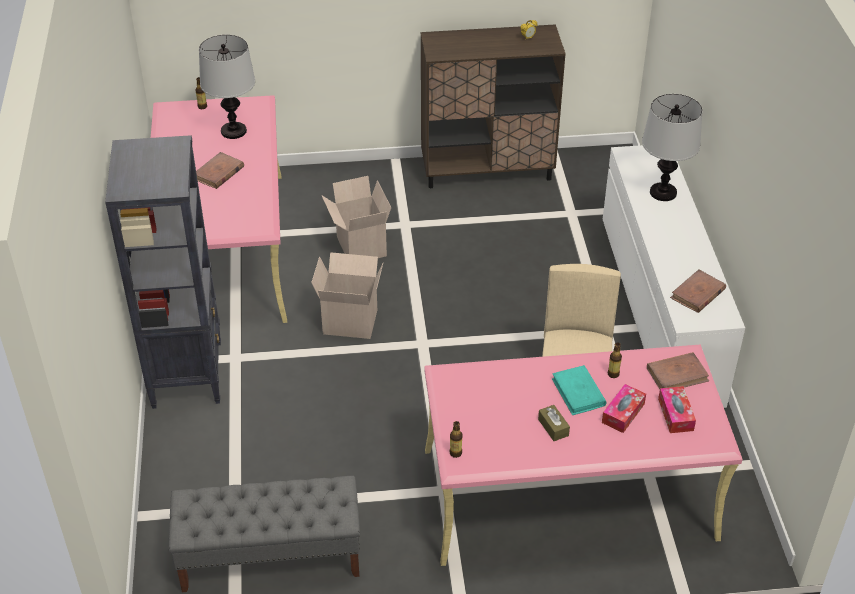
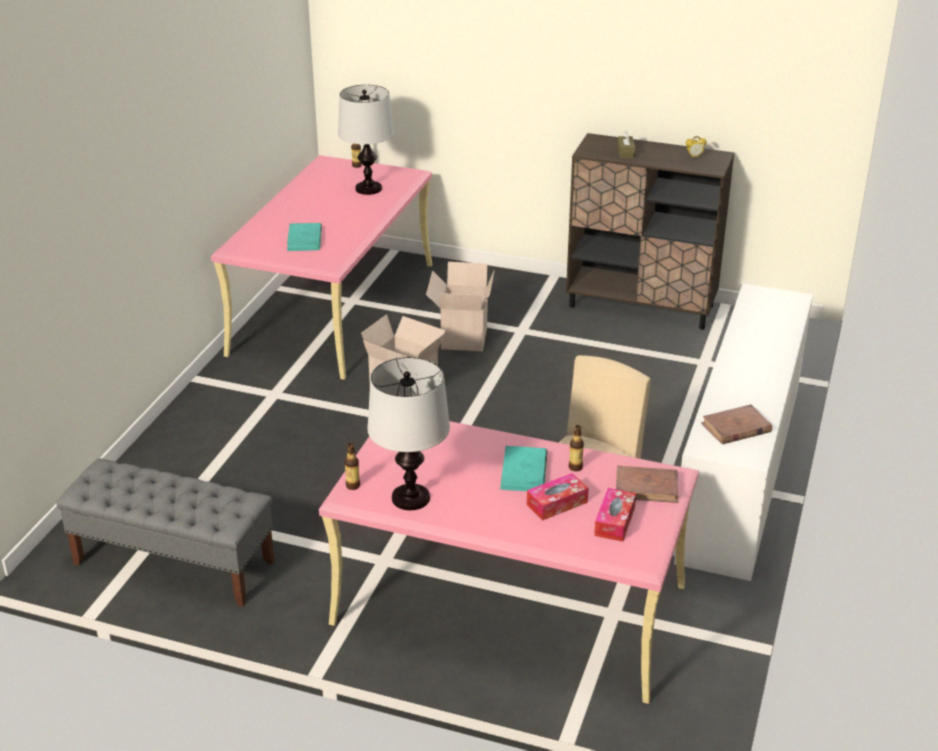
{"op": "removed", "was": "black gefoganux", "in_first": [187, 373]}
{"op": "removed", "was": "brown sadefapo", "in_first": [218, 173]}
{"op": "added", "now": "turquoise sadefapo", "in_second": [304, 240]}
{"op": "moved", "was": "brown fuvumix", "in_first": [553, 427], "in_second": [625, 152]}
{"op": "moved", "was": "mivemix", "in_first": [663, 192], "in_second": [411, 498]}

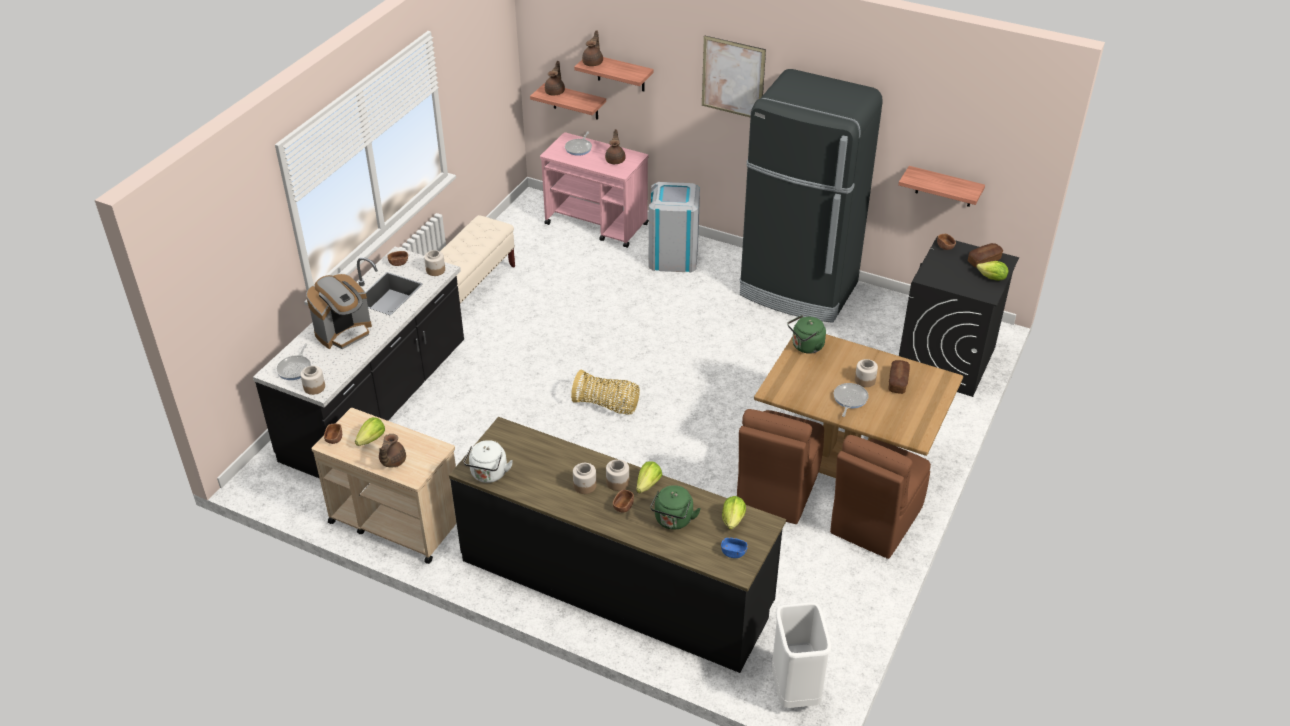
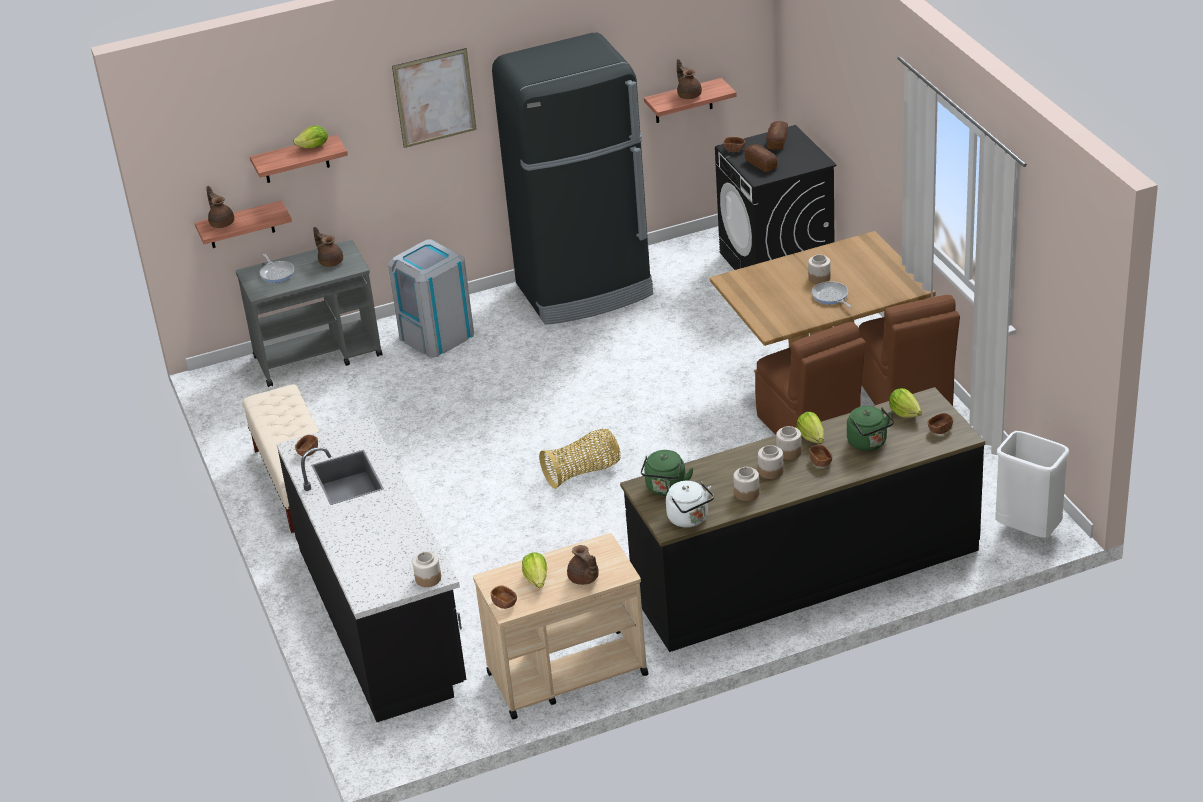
{"op": "removed", "was": "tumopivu", "in_first": [295, 368]}
{"op": "removed", "was": "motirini", "in_first": [344, 332]}
{"op": "moved", "was": "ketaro", "in_first": [436, 270], "in_second": [746, 493]}
{"op": "moved", "was": "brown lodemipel", "in_first": [593, 62], "in_second": [689, 94]}
{"op": "moved", "was": "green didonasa", "in_first": [806, 347], "in_second": [665, 488]}
{"op": "moved", "was": "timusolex", "in_first": [897, 382], "in_second": [761, 164]}
{"op": "moved", "was": "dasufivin", "in_first": [992, 278], "in_second": [314, 147]}
{"op": "recoloured", "was": "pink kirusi", "now": "grey kirusi", "in_first": [597, 224], "in_second": [319, 356]}
{"op": "recoloured", "was": "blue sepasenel", "now": "brown sepasenel", "in_first": [733, 552], "in_second": [940, 429]}

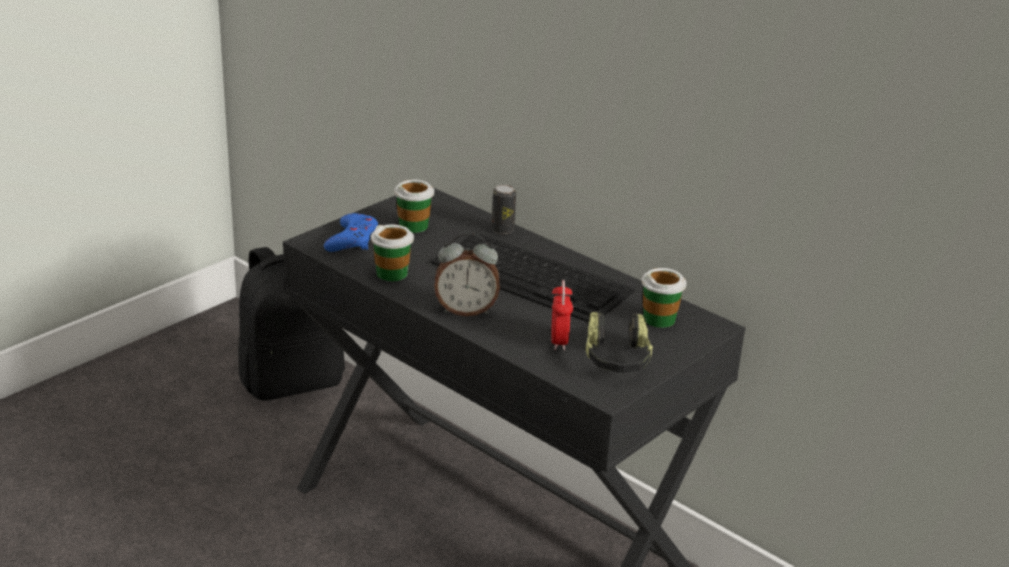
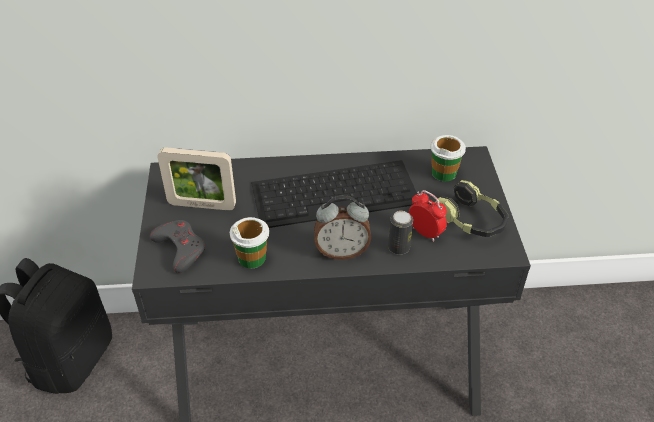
{"op": "moved", "was": "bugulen", "in_first": [502, 229], "in_second": [398, 247]}
{"op": "replaced", "was": "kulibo", "now": "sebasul", "in_first": [413, 226], "in_second": [202, 205]}
{"op": "recoloured", "was": "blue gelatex", "now": "grey gelatex", "in_first": [352, 239], "in_second": [180, 248]}
{"op": "turned", "was": "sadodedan", "in_first": [466, 310], "in_second": [341, 251], "clockwise": 45}

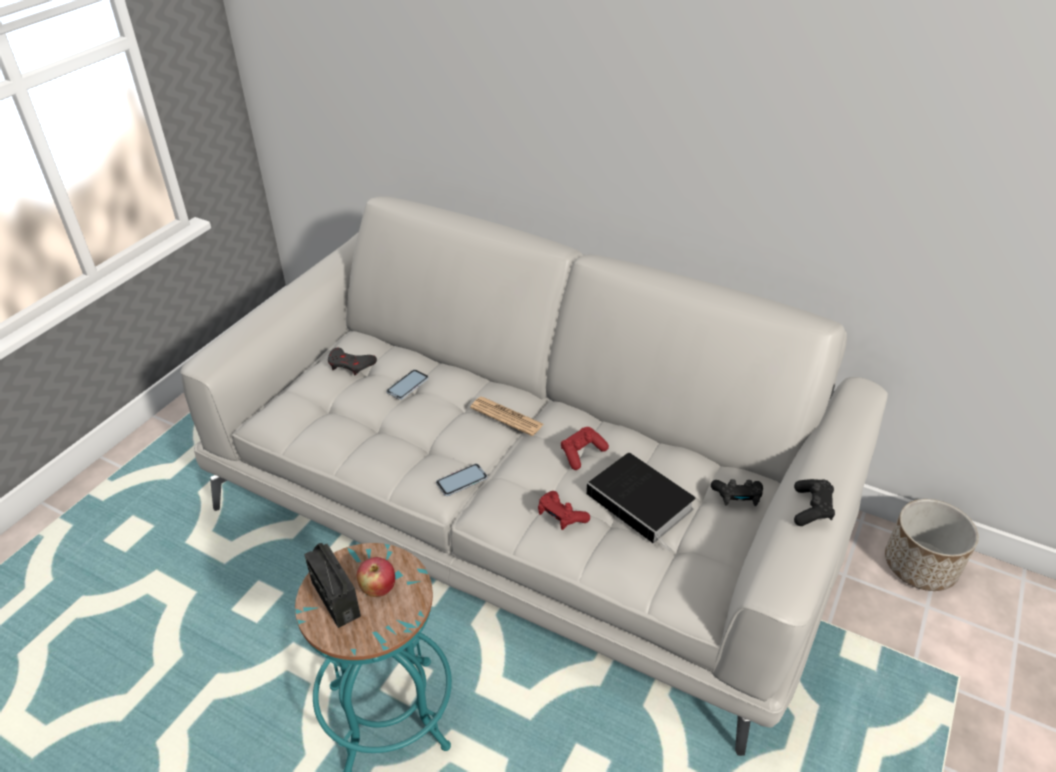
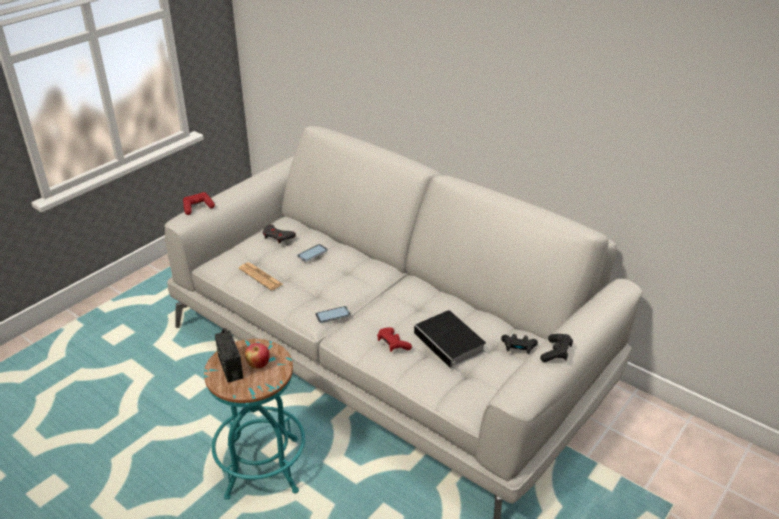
{"op": "removed", "was": "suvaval", "in_first": [920, 565]}
{"op": "moved", "was": "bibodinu", "in_first": [506, 416], "in_second": [260, 277]}
{"op": "moved", "was": "red gelatex", "in_first": [582, 453], "in_second": [198, 208]}

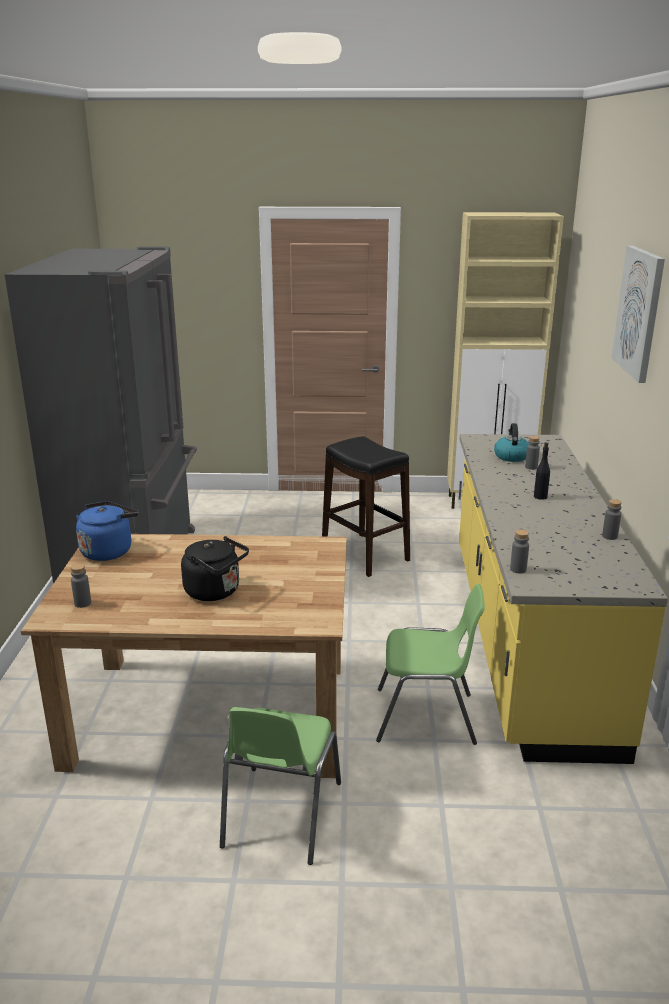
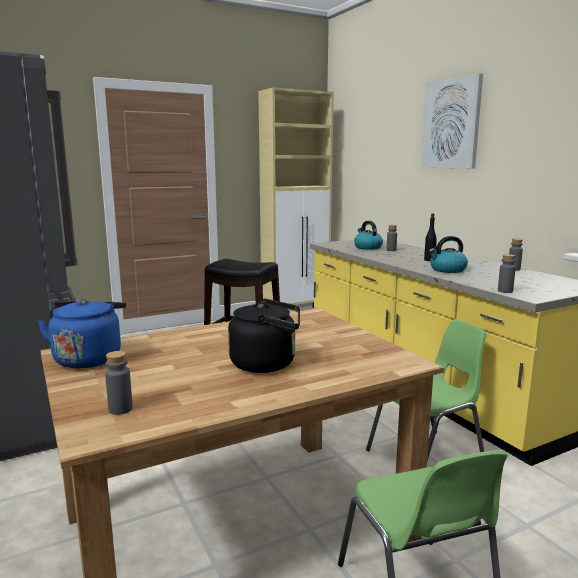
{"op": "added", "now": "didonasa", "in_second": [447, 270]}

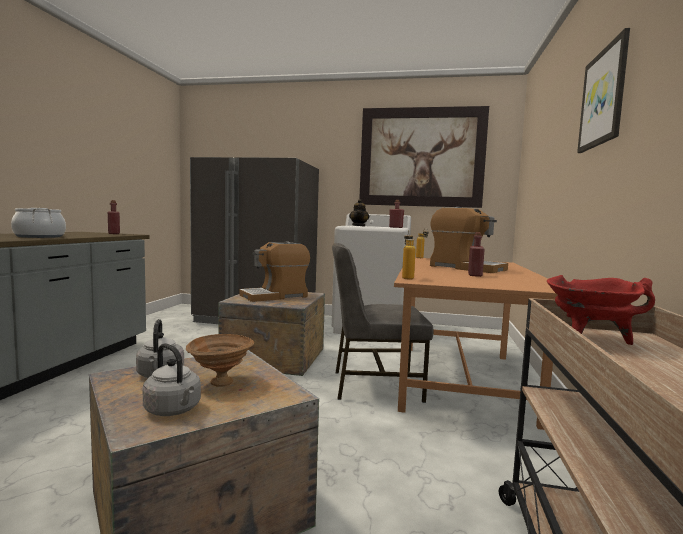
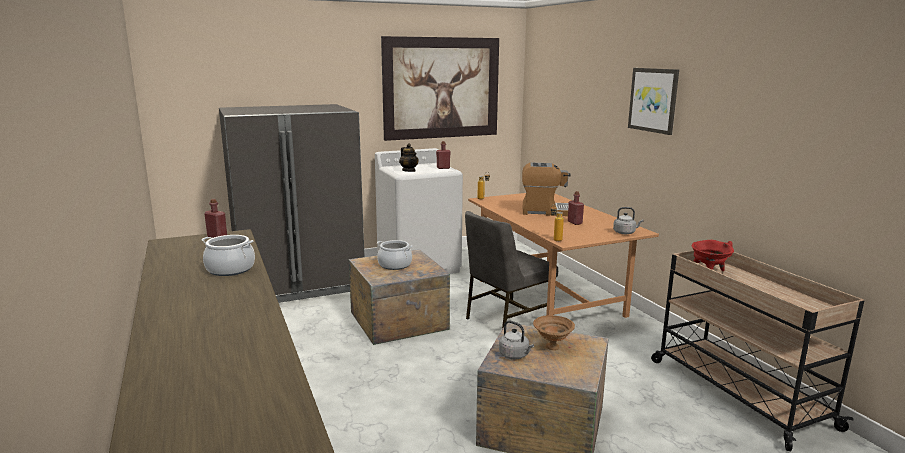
{"op": "moved", "was": "grey didonasa", "in_first": [174, 410], "in_second": [625, 233]}
{"op": "replaced", "was": "motirini", "now": "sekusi", "in_first": [275, 296], "in_second": [395, 265]}

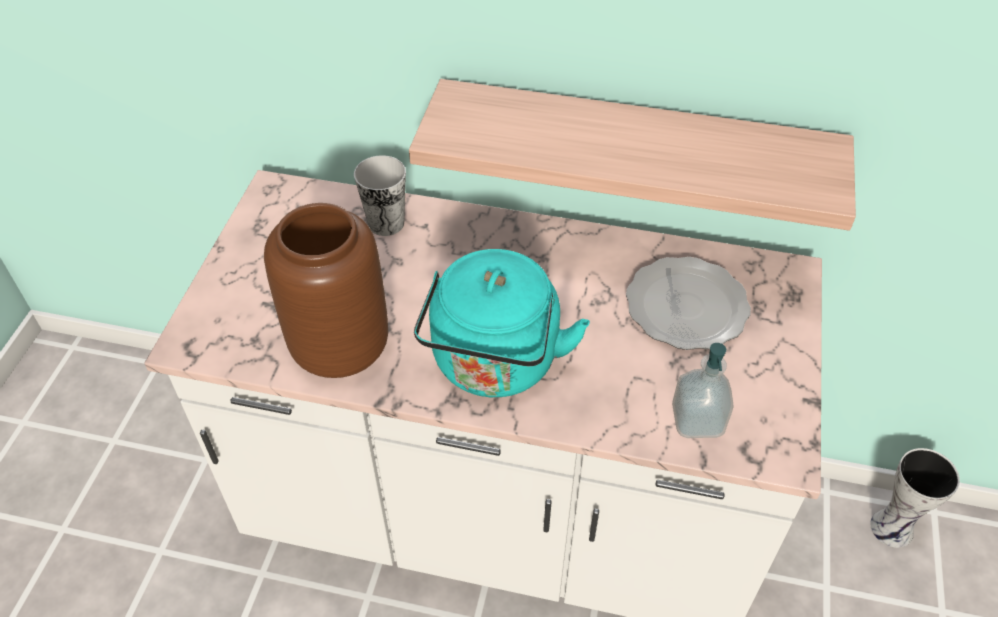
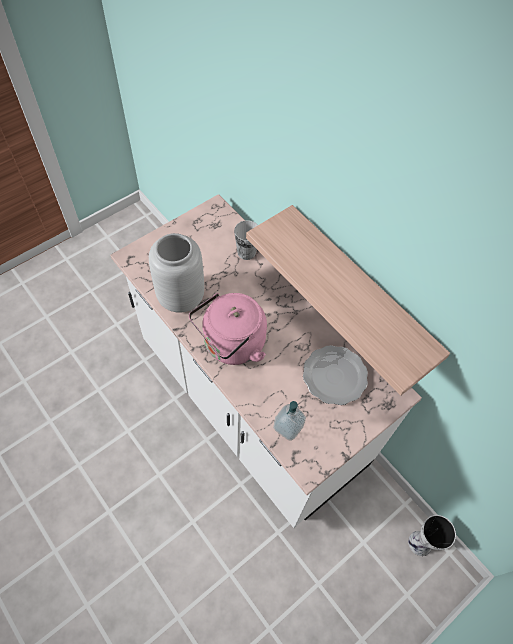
{"op": "recoloured", "was": "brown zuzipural", "now": "grey zuzipural", "in_first": [343, 349], "in_second": [181, 297]}
{"op": "recoloured", "was": "turquoise didonasa", "now": "pink didonasa", "in_first": [494, 365], "in_second": [231, 345]}

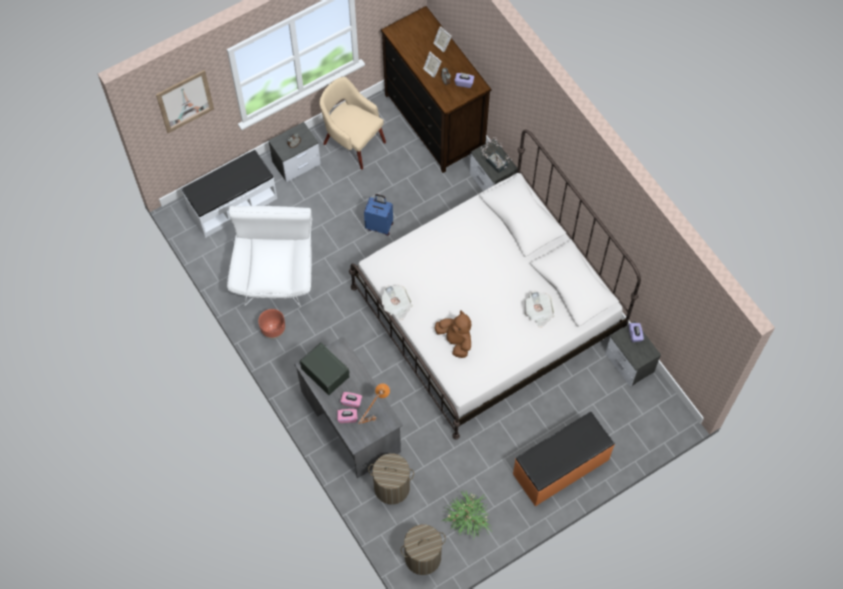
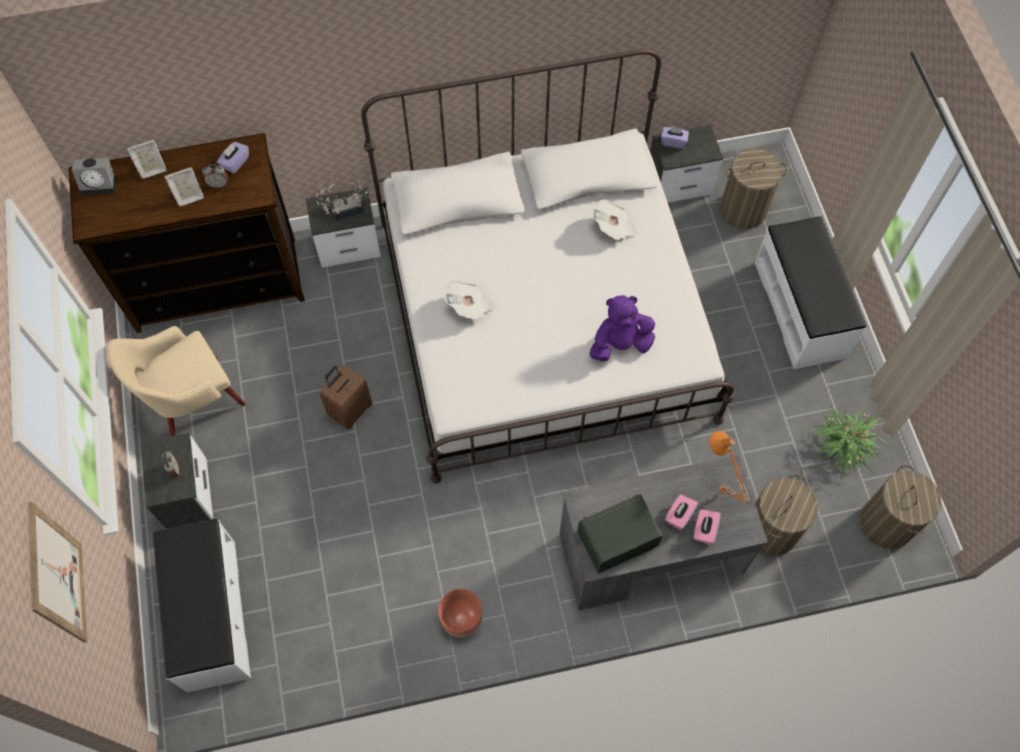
{"op": "removed", "was": "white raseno", "in_first": [275, 267]}
{"op": "added", "now": "sadodedan", "in_second": [100, 184]}
{"op": "added", "now": "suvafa", "in_second": [743, 209]}
{"op": "moved", "was": "bibodinu", "in_first": [396, 306], "in_second": [470, 306]}
{"op": "recoloured", "was": "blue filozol", "now": "brown filozol", "in_first": [379, 225], "in_second": [350, 410]}
{"op": "recoloured", "was": "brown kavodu", "now": "purple kavodu", "in_first": [455, 341], "in_second": [620, 344]}
{"op": "recoloured", "was": "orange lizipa", "now": "white lizipa", "in_first": [561, 467], "in_second": [800, 309]}

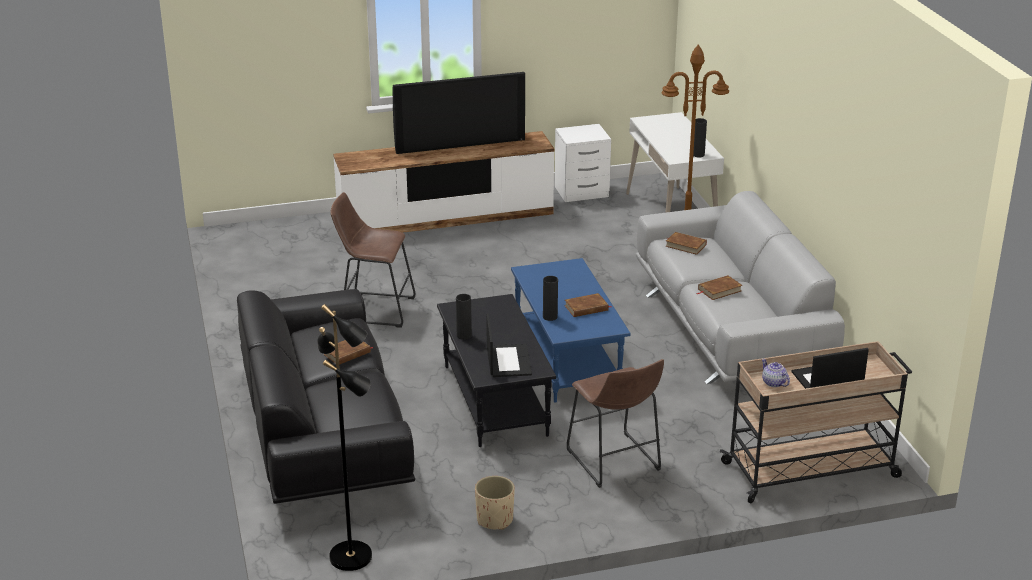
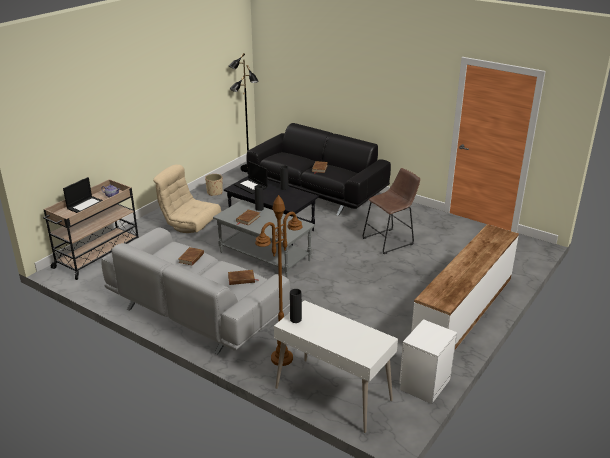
{"op": "removed", "was": "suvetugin", "in_first": [460, 143]}
{"op": "replaced", "was": "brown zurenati", "now": "beige raseno", "in_first": [615, 463], "in_second": [190, 225]}
{"op": "recoloured", "was": "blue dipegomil", "now": "grey dipegomil", "in_first": [568, 360], "in_second": [264, 257]}

